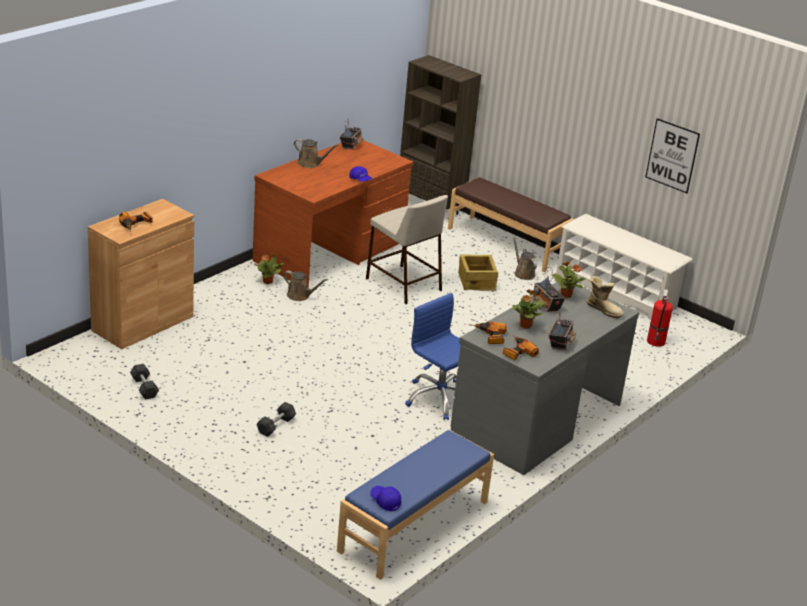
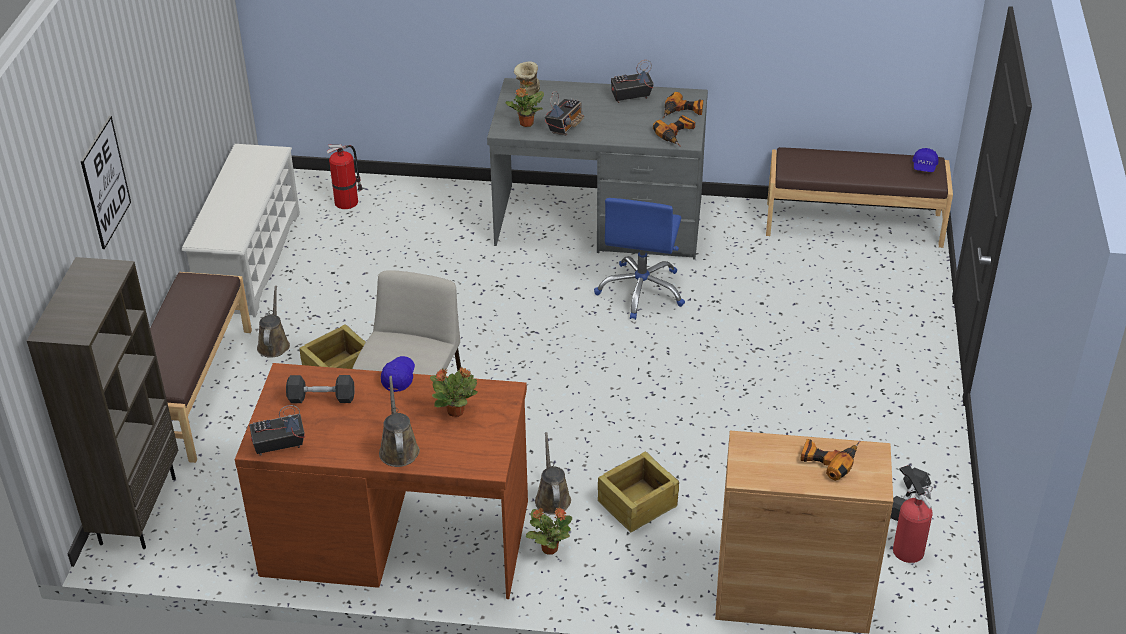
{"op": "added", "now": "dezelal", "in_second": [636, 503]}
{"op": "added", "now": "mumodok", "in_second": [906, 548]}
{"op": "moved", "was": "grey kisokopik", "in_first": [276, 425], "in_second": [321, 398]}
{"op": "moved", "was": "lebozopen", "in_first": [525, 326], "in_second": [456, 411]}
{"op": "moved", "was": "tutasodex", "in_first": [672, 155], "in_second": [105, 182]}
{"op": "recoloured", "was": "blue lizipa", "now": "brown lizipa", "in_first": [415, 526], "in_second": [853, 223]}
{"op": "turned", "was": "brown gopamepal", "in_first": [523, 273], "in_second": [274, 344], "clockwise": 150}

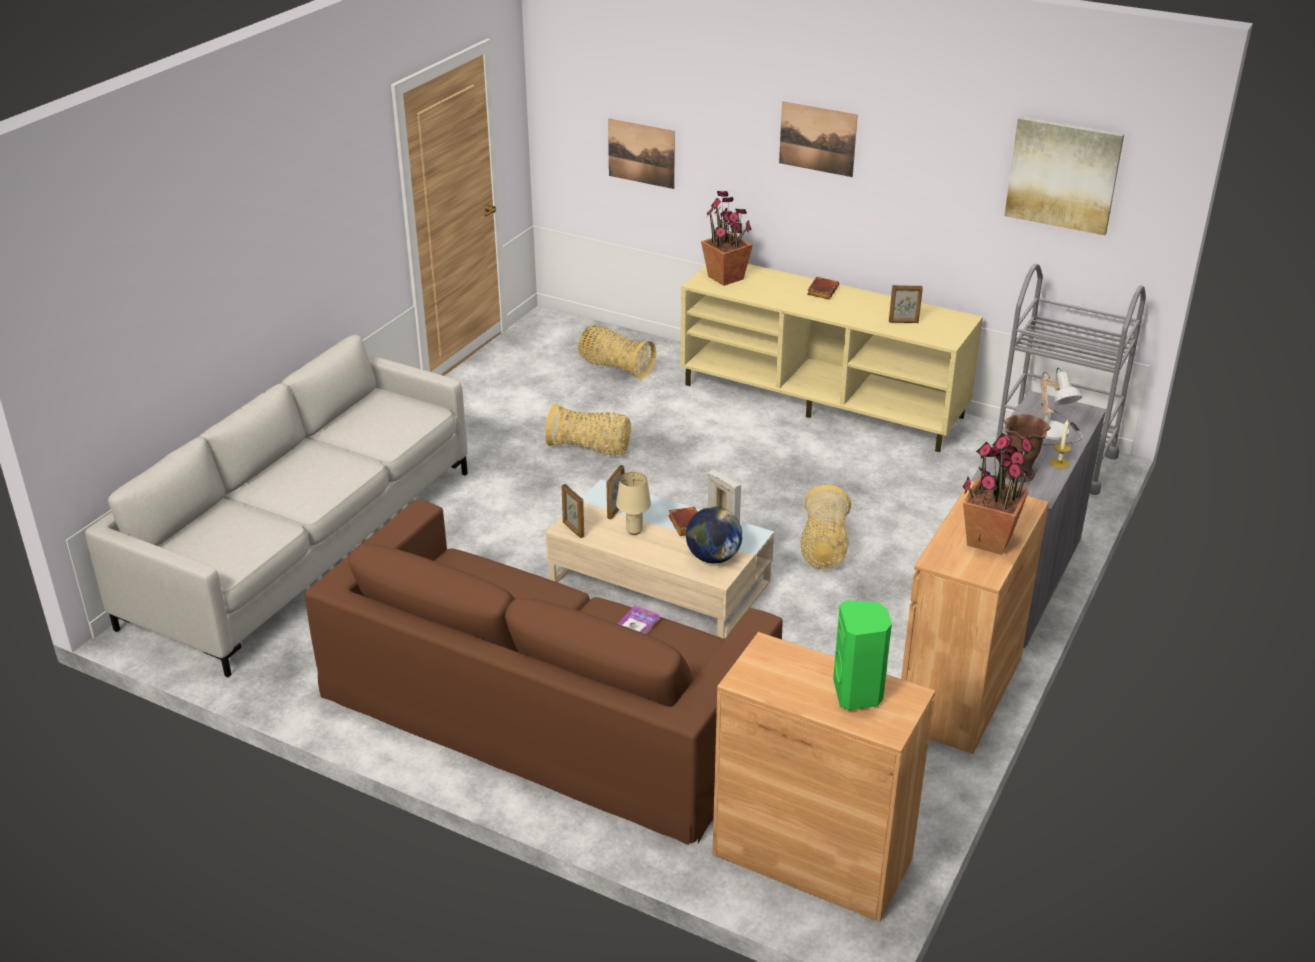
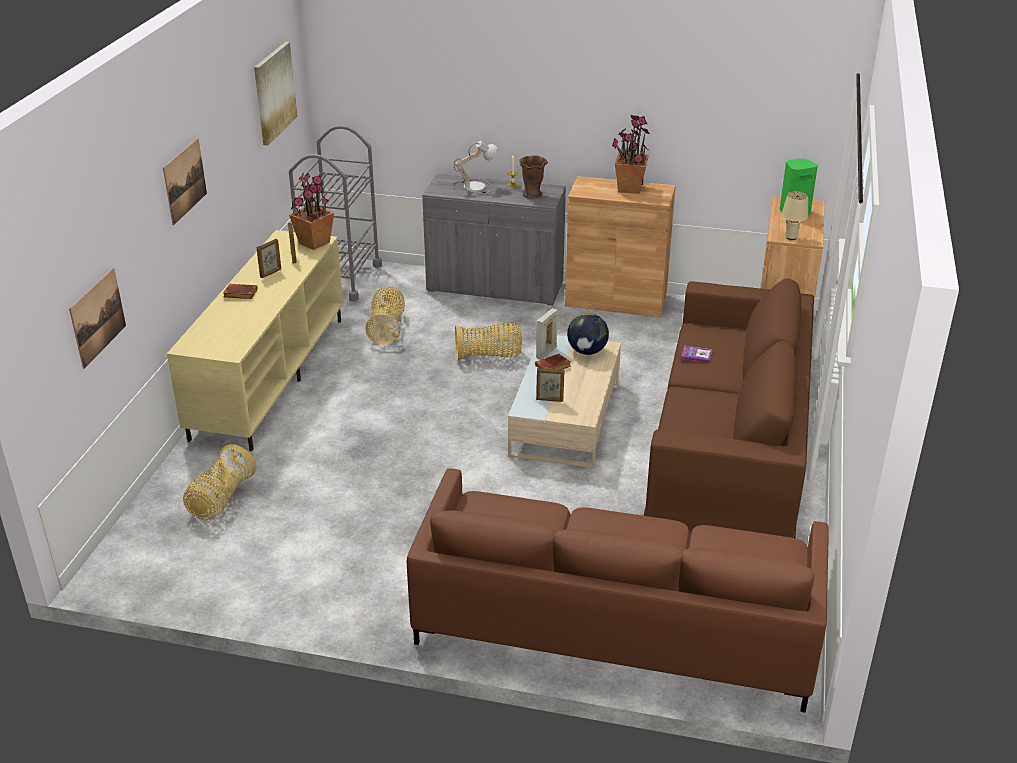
{"op": "moved", "was": "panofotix", "in_first": [590, 448], "in_second": [387, 328]}
{"op": "moved", "was": "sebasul", "in_first": [573, 529], "in_second": [271, 273]}
{"op": "moved", "was": "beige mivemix", "in_first": [634, 531], "in_second": [791, 237]}
{"op": "moved", "was": "lebozopen", "in_first": [726, 278], "in_second": [314, 242]}
{"op": "recoloured", "was": "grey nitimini", "now": "brown nitimini", "in_first": [304, 546], "in_second": [615, 625]}

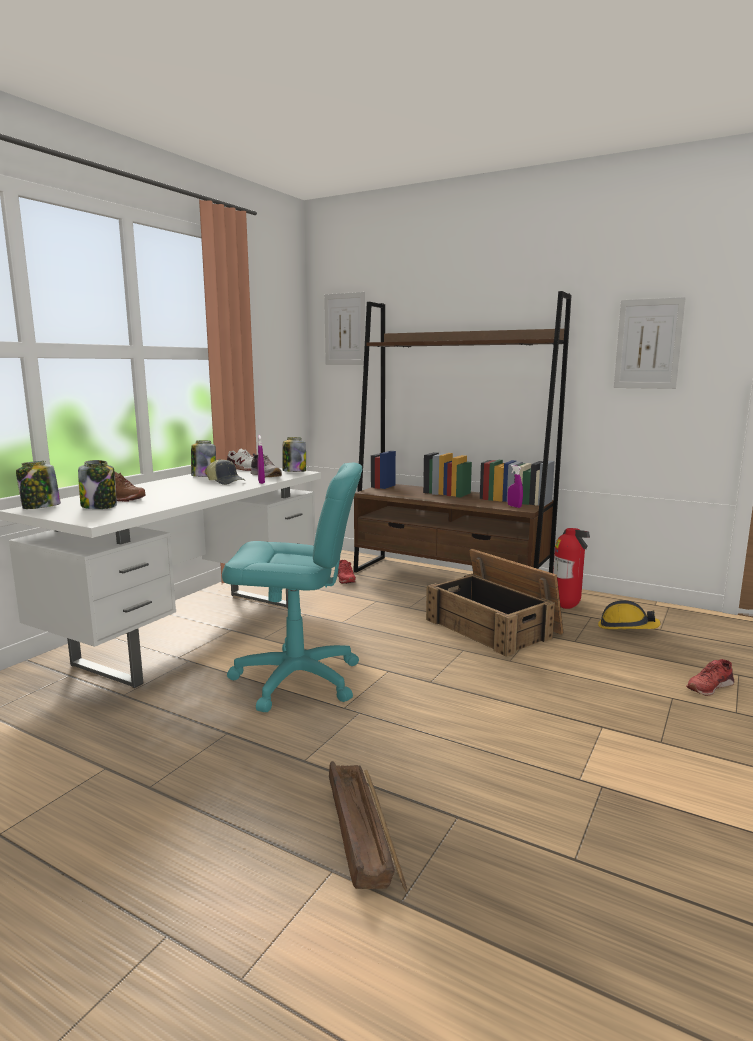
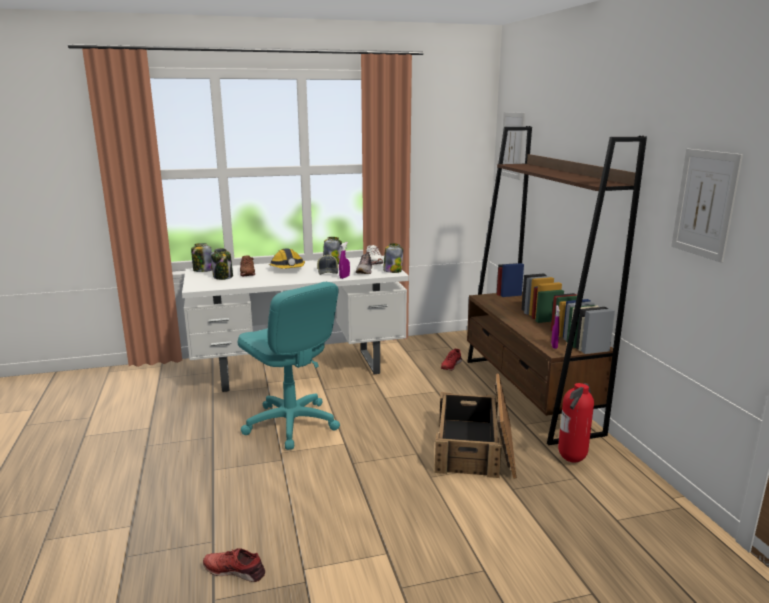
{"op": "removed", "was": "dezelal", "in_first": [363, 833]}
{"op": "moved", "was": "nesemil", "in_first": [627, 628], "in_second": [288, 269]}
{"op": "moved", "was": "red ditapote", "in_first": [709, 686], "in_second": [235, 570]}

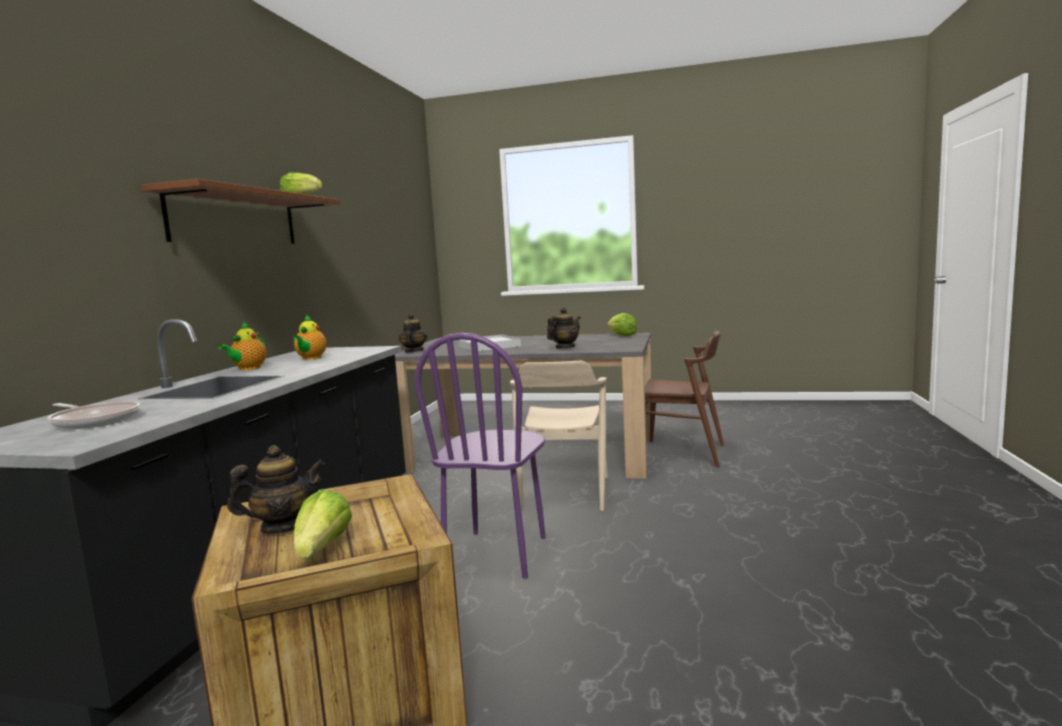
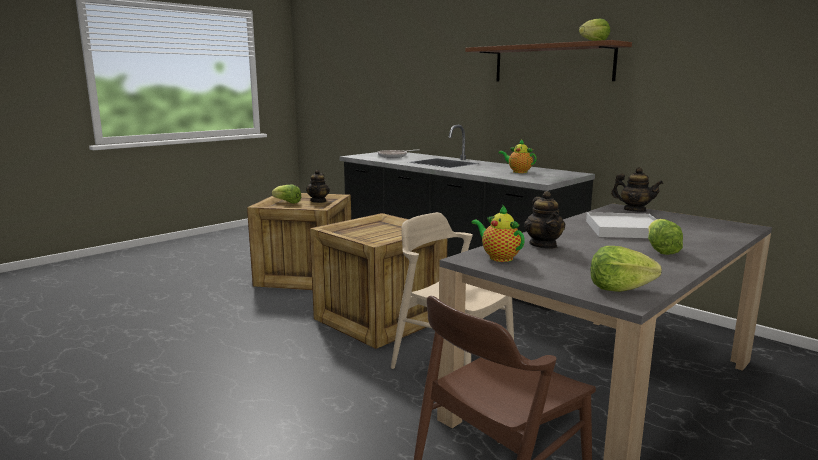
{"op": "added", "now": "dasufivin", "in_second": [660, 250]}
{"op": "moved", "was": "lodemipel", "in_first": [248, 368], "in_second": [498, 257]}
{"op": "replaced", "was": "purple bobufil", "now": "dezelal", "in_first": [497, 554], "in_second": [380, 318]}

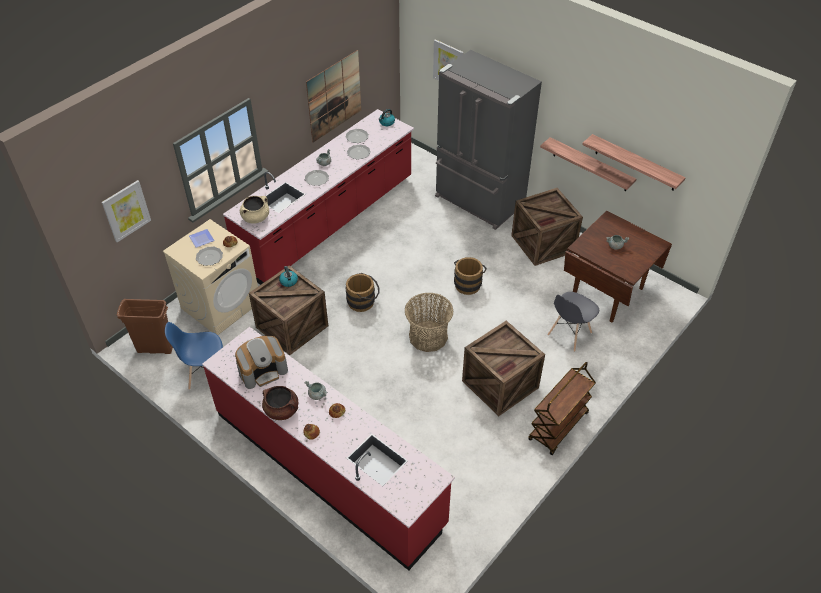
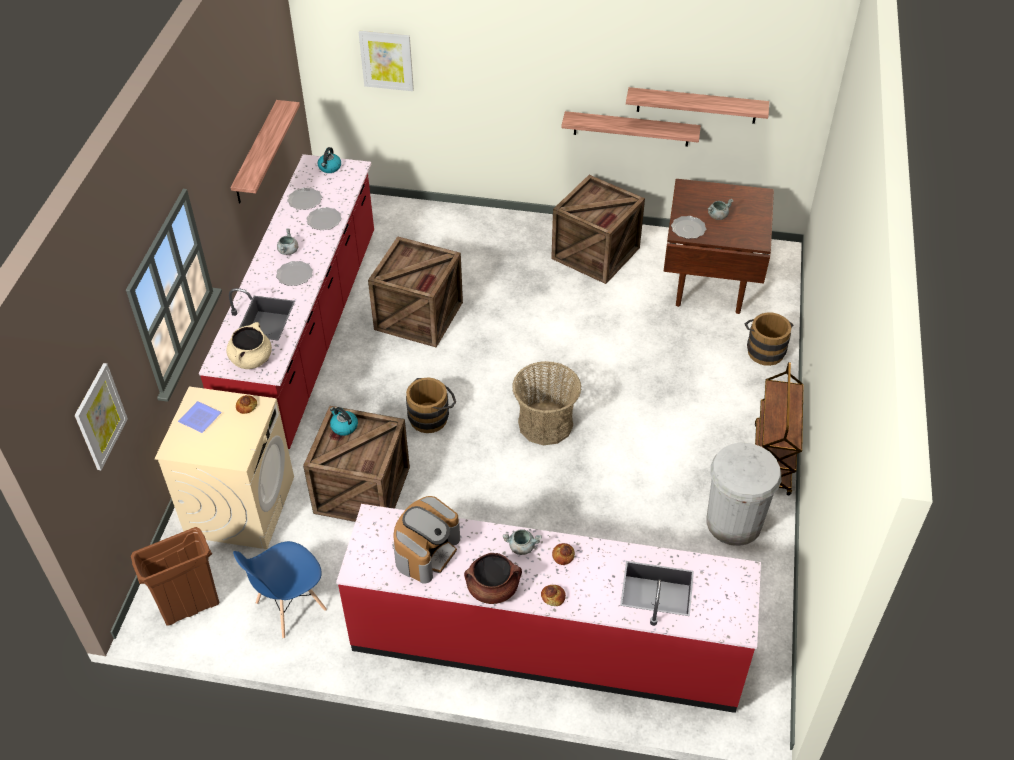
{"op": "removed", "was": "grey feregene", "in_first": [478, 201]}
{"op": "removed", "was": "grey bobufil", "in_first": [569, 334]}
{"op": "added", "now": "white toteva", "in_second": [733, 522]}
{"op": "moved", "was": "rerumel", "in_first": [209, 257], "in_second": [688, 229]}
{"op": "moved", "was": "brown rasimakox", "in_first": [468, 283], "in_second": [764, 349]}
{"op": "moved", "was": "dezelal", "in_first": [500, 385], "in_second": [419, 317]}
{"op": "replaced", "was": "tutasodex", "now": "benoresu", "in_first": [334, 96], "in_second": [256, 153]}

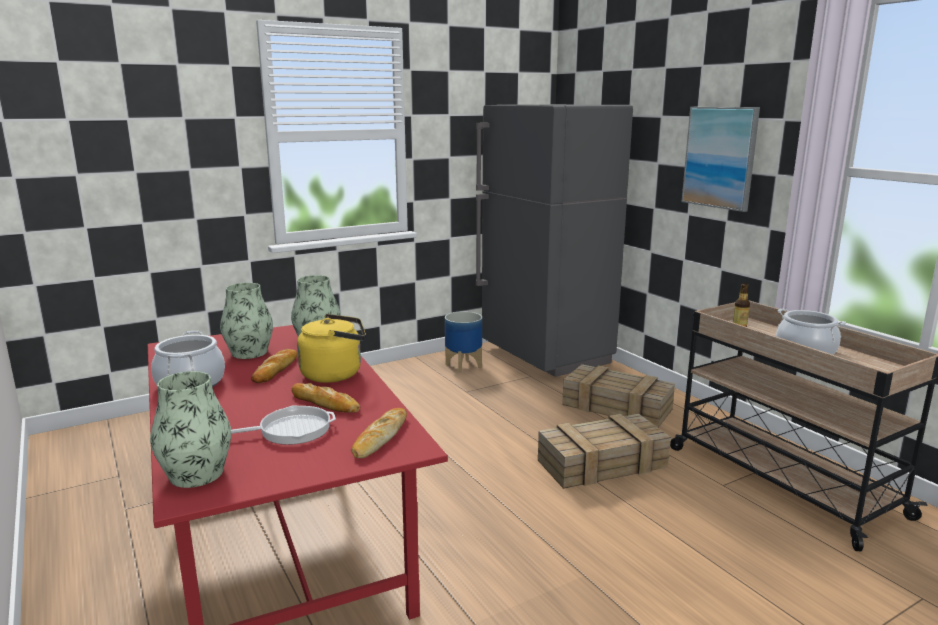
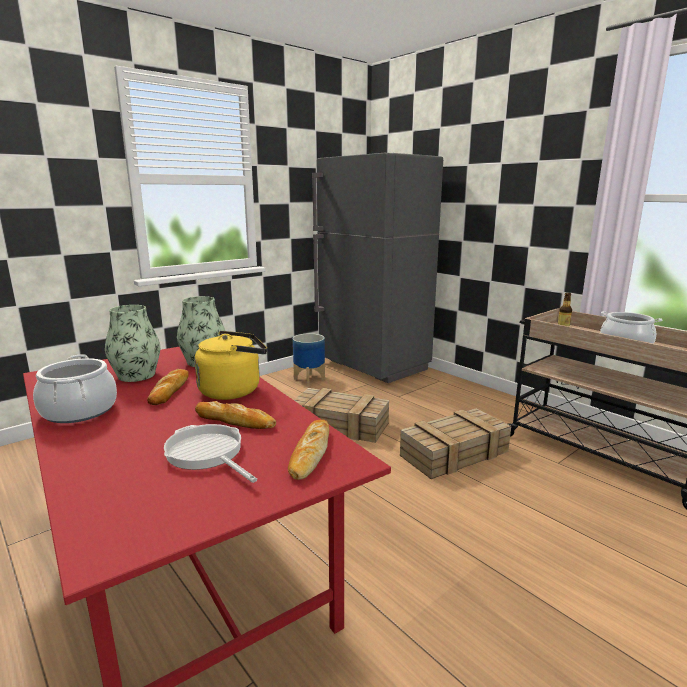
{"op": "removed", "was": "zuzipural", "in_first": [196, 474]}
{"op": "removed", "was": "tutasodex", "in_first": [720, 157]}
{"op": "moved", "was": "dezelal", "in_first": [618, 407], "in_second": [341, 425]}
{"op": "turned", "was": "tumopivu", "in_first": [289, 430], "in_second": [207, 454], "clockwise": -105}

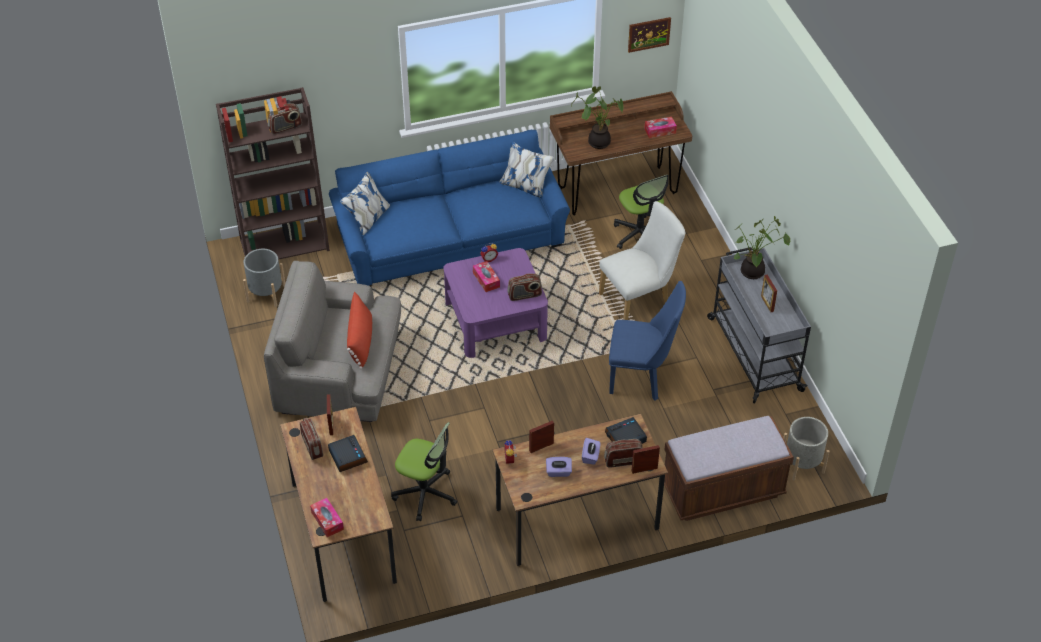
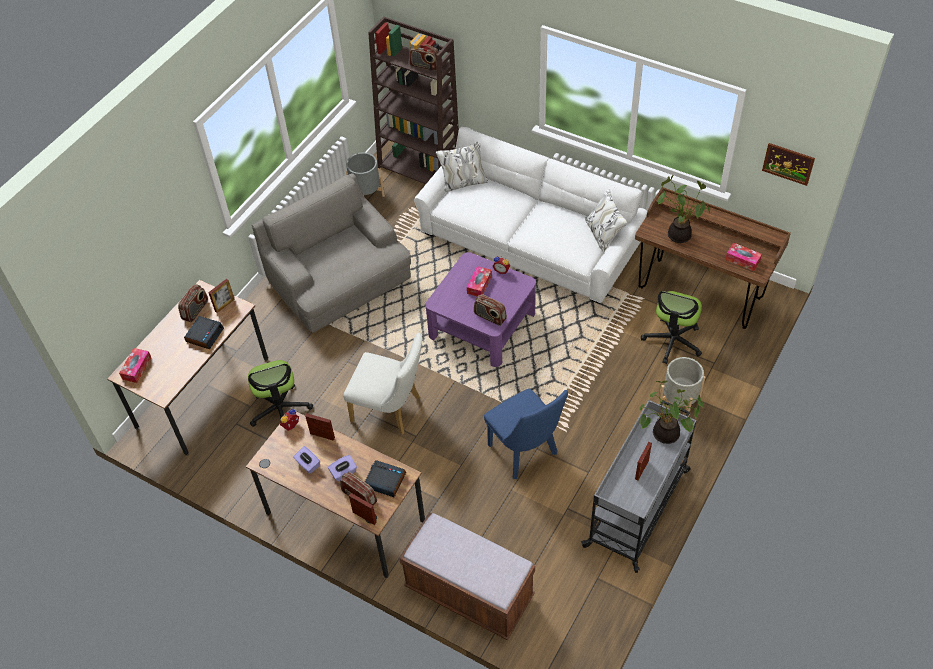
{"op": "removed", "was": "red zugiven", "in_first": [361, 340]}
{"op": "moved", "was": "white bobufil", "in_first": [639, 299], "in_second": [391, 410]}
{"op": "moved", "was": "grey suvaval", "in_first": [802, 463], "in_second": [679, 400]}
{"op": "recoloured", "was": "blue nitimini", "now": "white nitimini", "in_first": [450, 238], "in_second": [529, 241]}

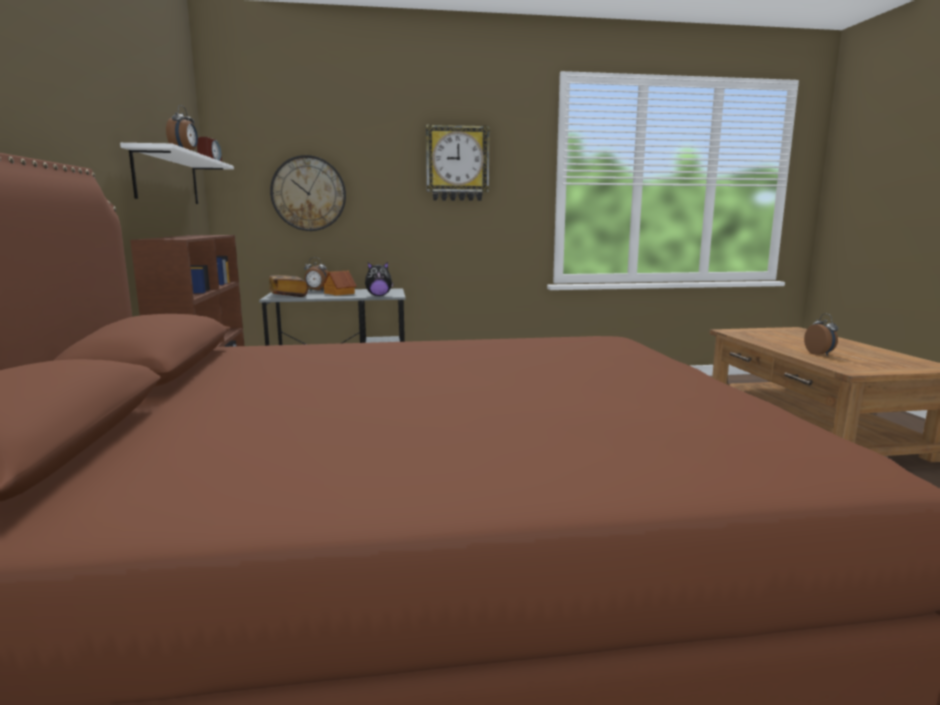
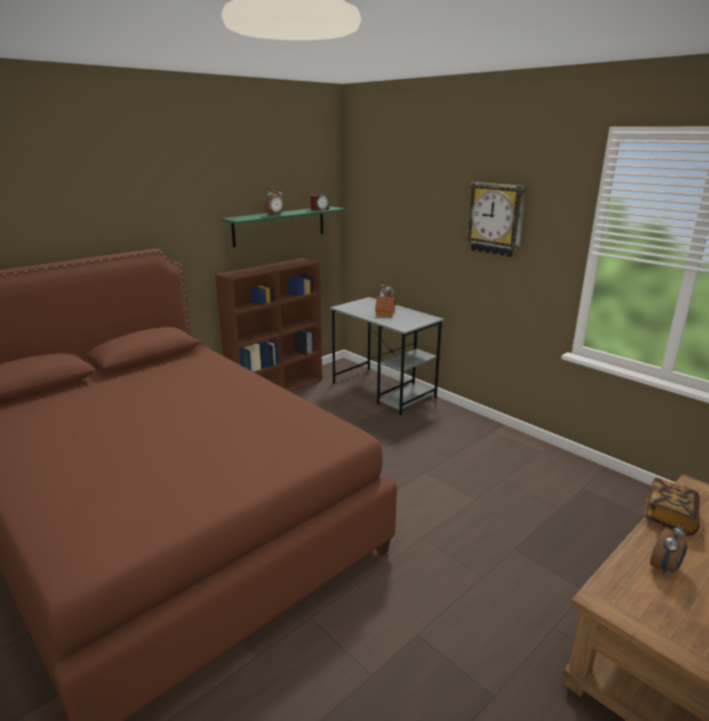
{"op": "removed", "was": "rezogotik", "in_first": [308, 193]}
{"op": "removed", "was": "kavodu", "in_first": [379, 295]}
{"op": "moved", "was": "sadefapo", "in_first": [288, 295], "in_second": [669, 516]}
{"op": "recoloured", "was": "white benoresu", "now": "green benoresu", "in_first": [167, 179], "in_second": [280, 225]}

